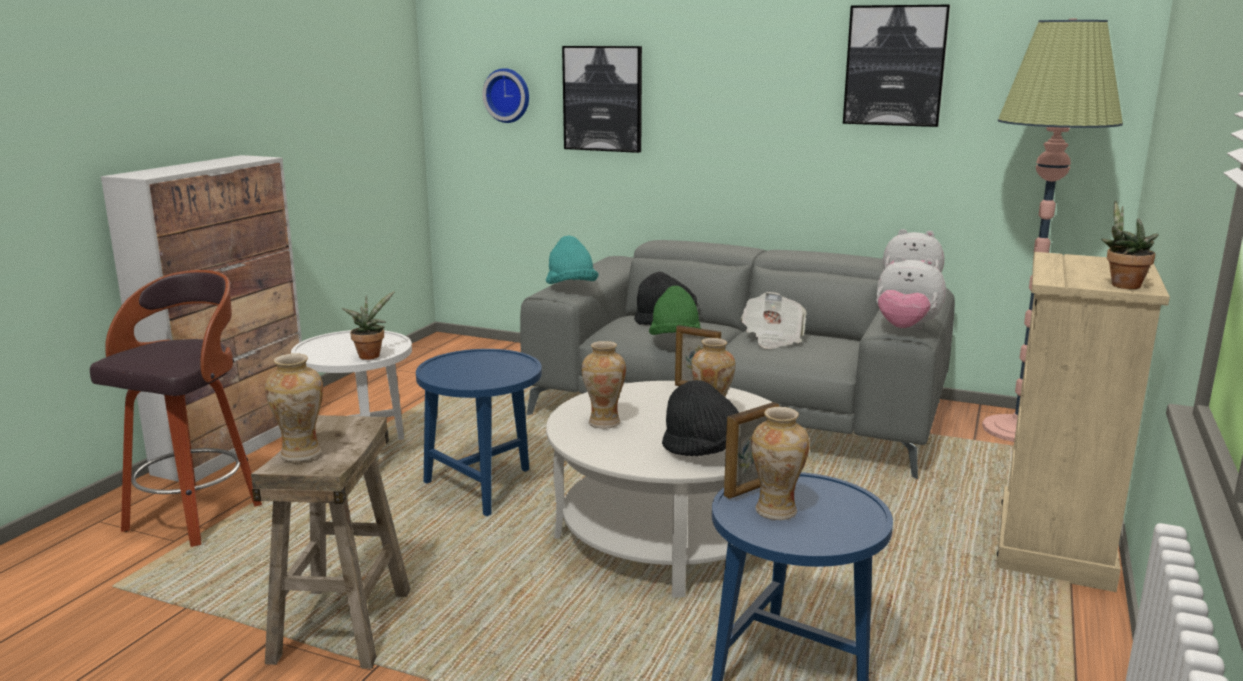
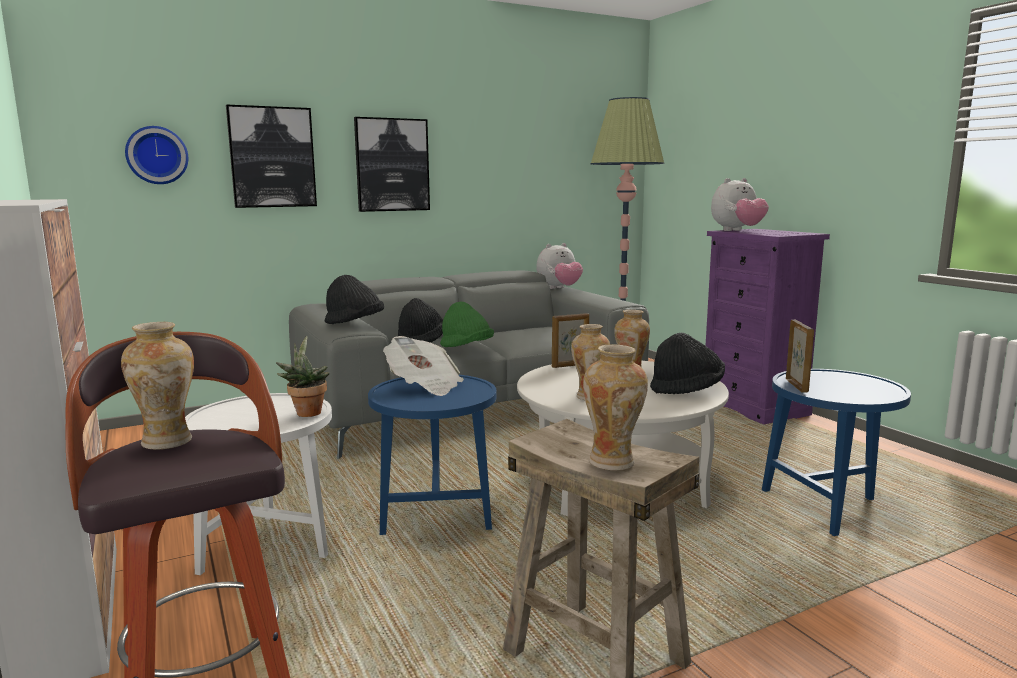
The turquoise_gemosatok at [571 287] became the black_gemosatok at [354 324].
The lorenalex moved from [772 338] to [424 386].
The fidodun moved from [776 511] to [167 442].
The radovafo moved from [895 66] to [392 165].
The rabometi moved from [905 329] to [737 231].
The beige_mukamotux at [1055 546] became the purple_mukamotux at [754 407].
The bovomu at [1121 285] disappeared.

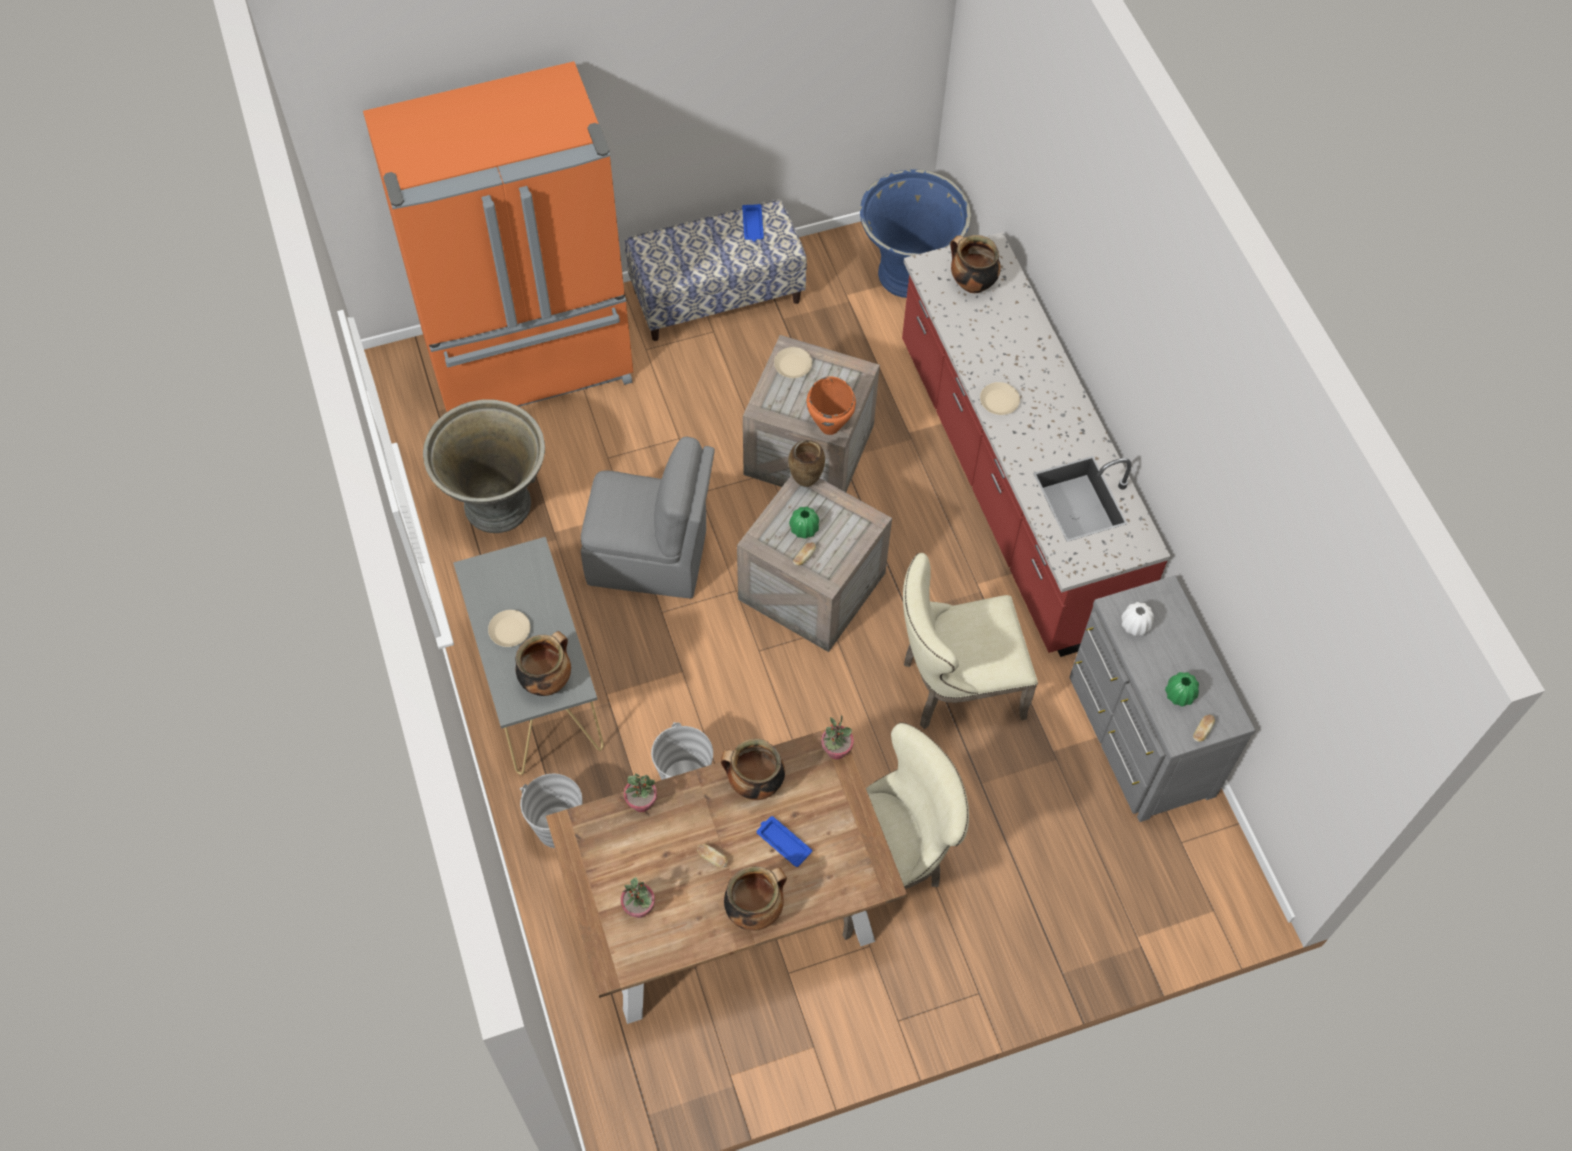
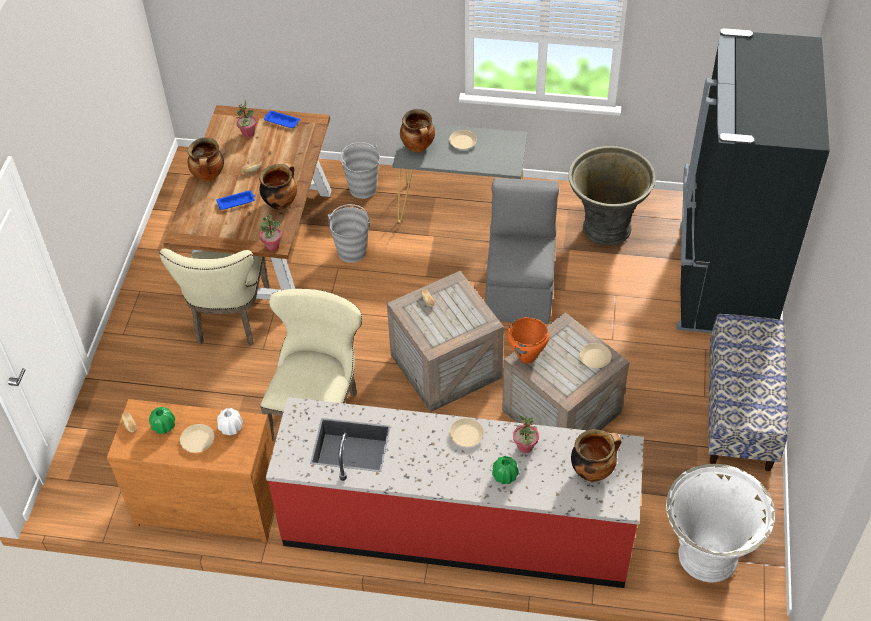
The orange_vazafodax at [531 363] became the black_vazafodax at [722 281].
The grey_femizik at [650 558] turned 150 degrees clockwise.
The bovomu moved from [642 803] to [525 446].
The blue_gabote moved from [753 225] to [281 121].
The brown_fidodun at [805 481] disappeared.
The green_fidodun moved from [804 529] to [505 476].
The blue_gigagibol at [908 275] became the white_gigagibol at [706 555].
The grey_mukamotux at [1138 737] became the brown_mukamotux at [209 502].
The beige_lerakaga at [197 440] appeared.

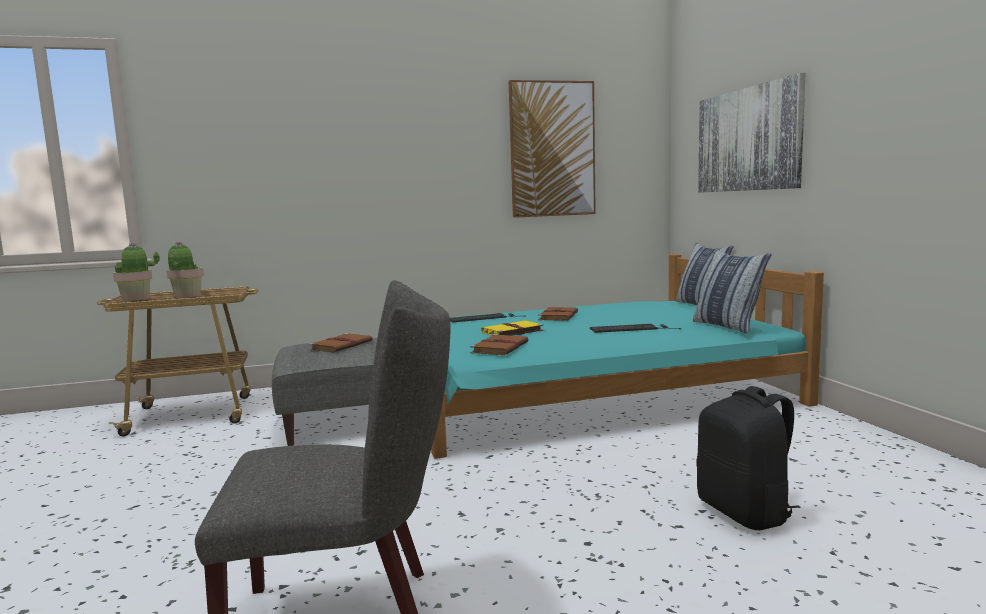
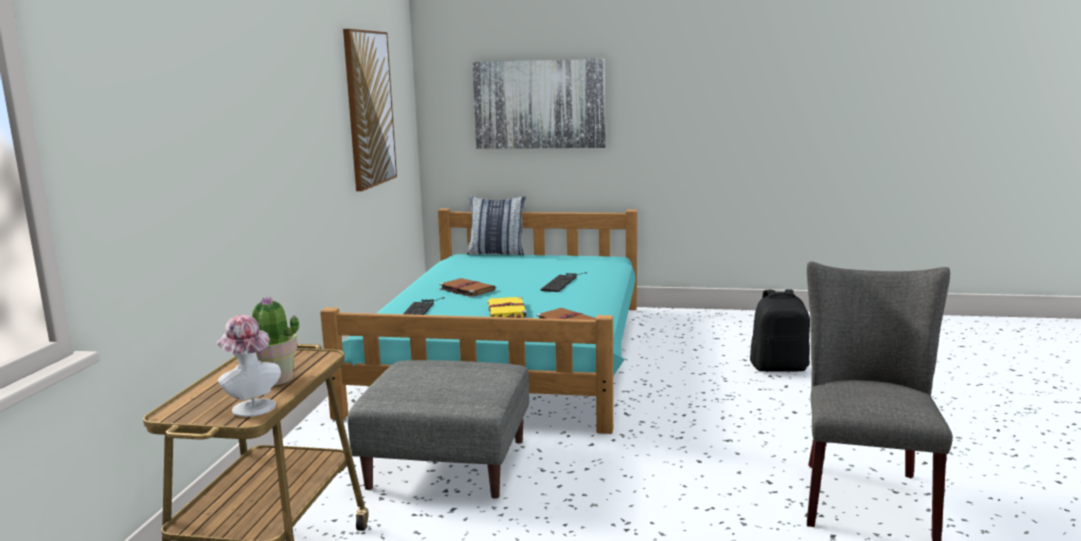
The bovomu at [136 299] was replaced by the gemosatok at [251 406].
The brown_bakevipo at [342 345] disappeared.
The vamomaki at [728 326] disappeared.

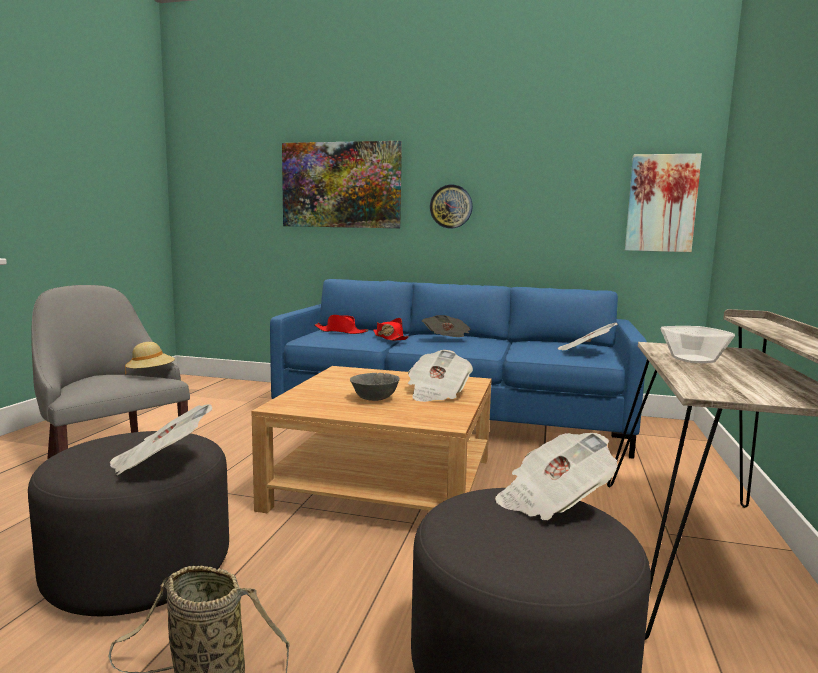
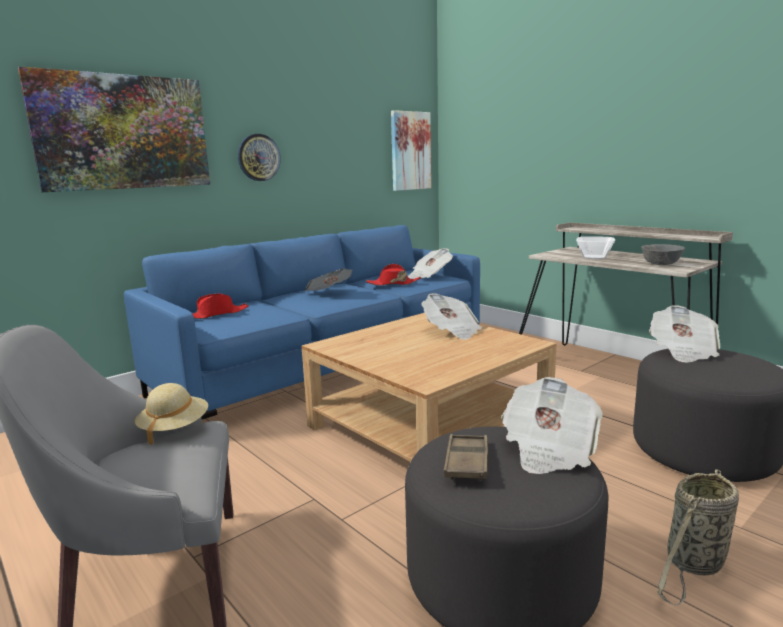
The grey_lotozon moved from [374 399] to [661 264].
The red_gemosatok moved from [389 338] to [393 284].
The brown_gabote at [467 462] appeared.

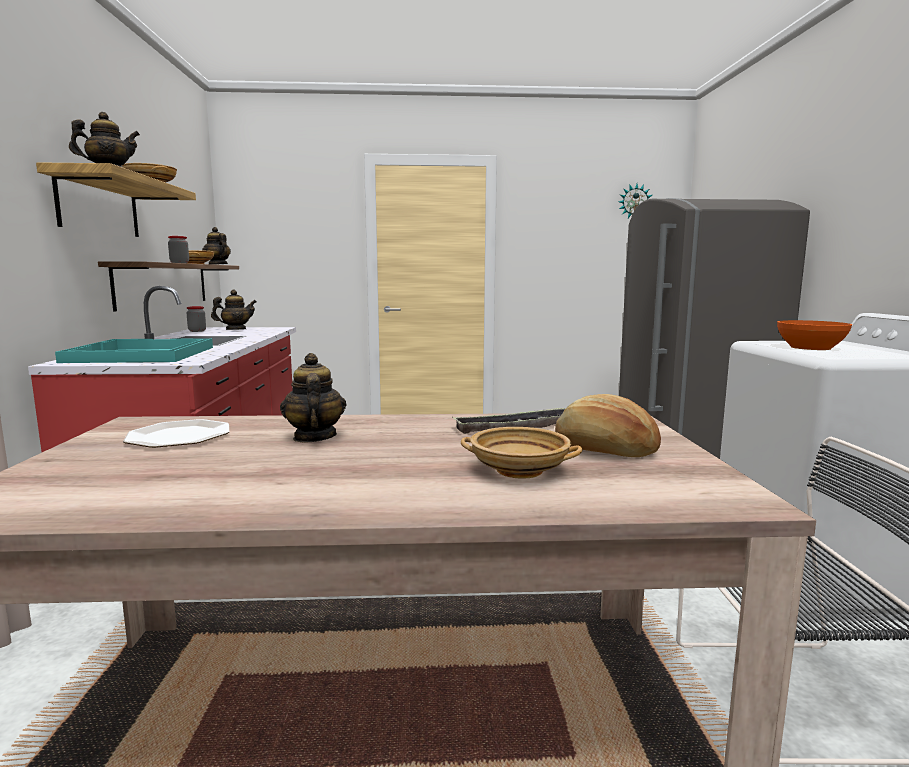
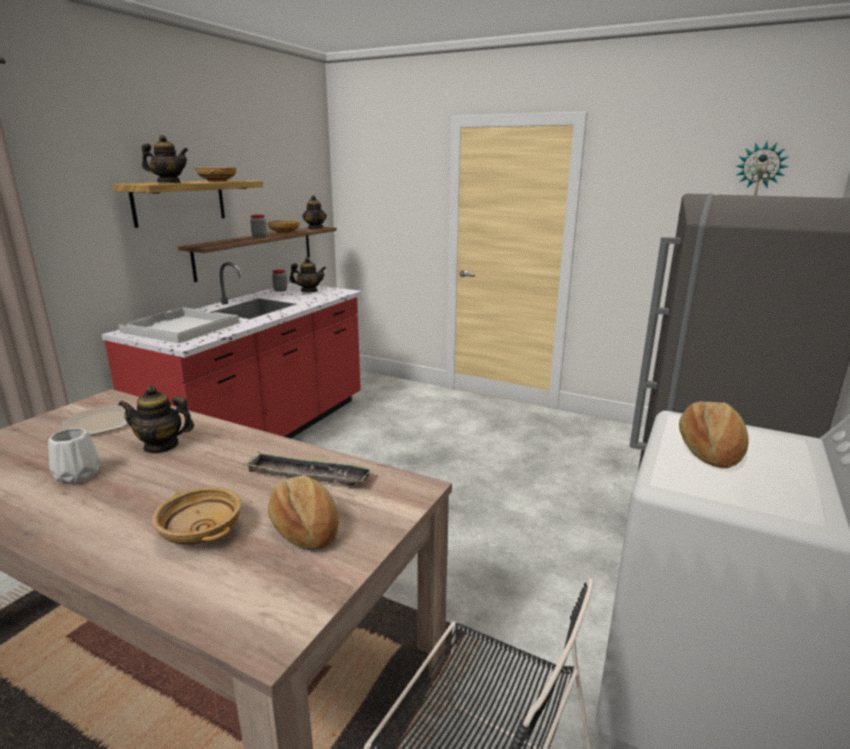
The turquoise_gabote at [140 354] became the white_gabote at [180 327].
The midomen at [314 437] turned 105 degrees counterclockwise.
The orange_lotozon at [811 348] was replaced by the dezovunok at [710 450].
The white_fidodun at [79 475] appeared.

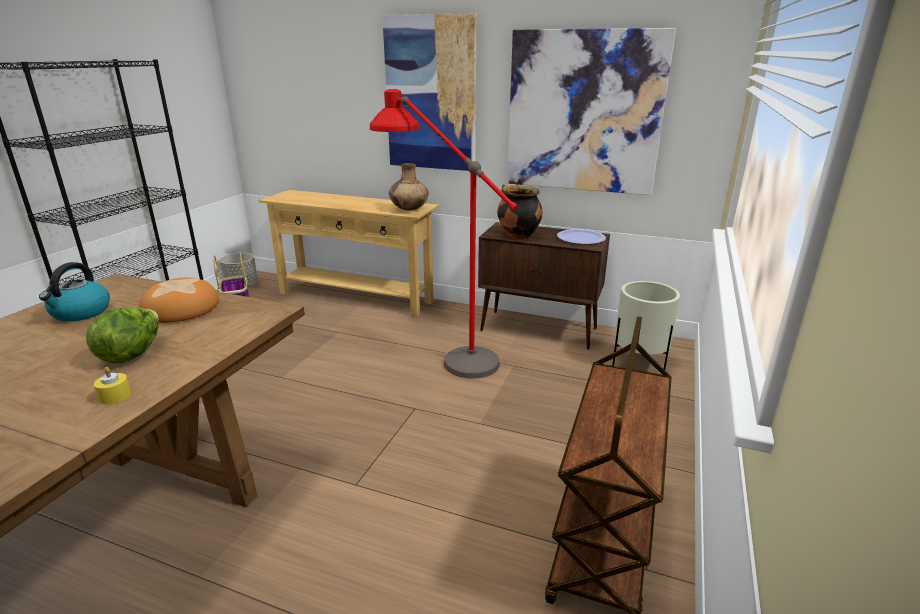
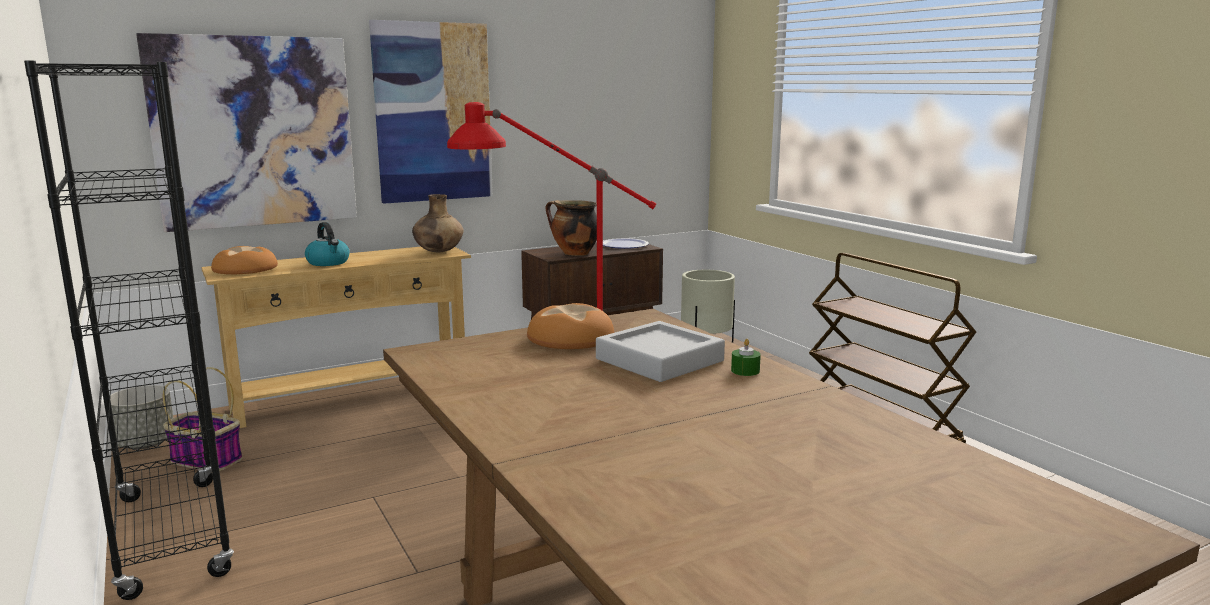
The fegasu moved from [81 313] to [328 262].
The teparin at [132 353] was replaced by the grey_gabote at [659 360].
The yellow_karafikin at [115 396] became the green_karafikin at [745 371].
The radovafo moved from [584 113] to [254 132].
The dezovunok at [245 268] appeared.

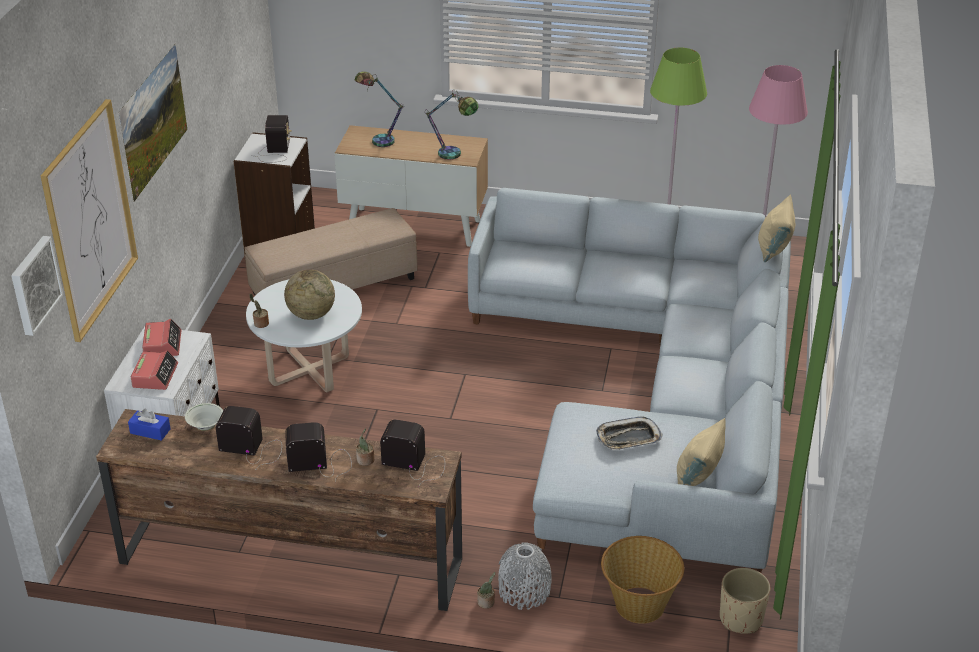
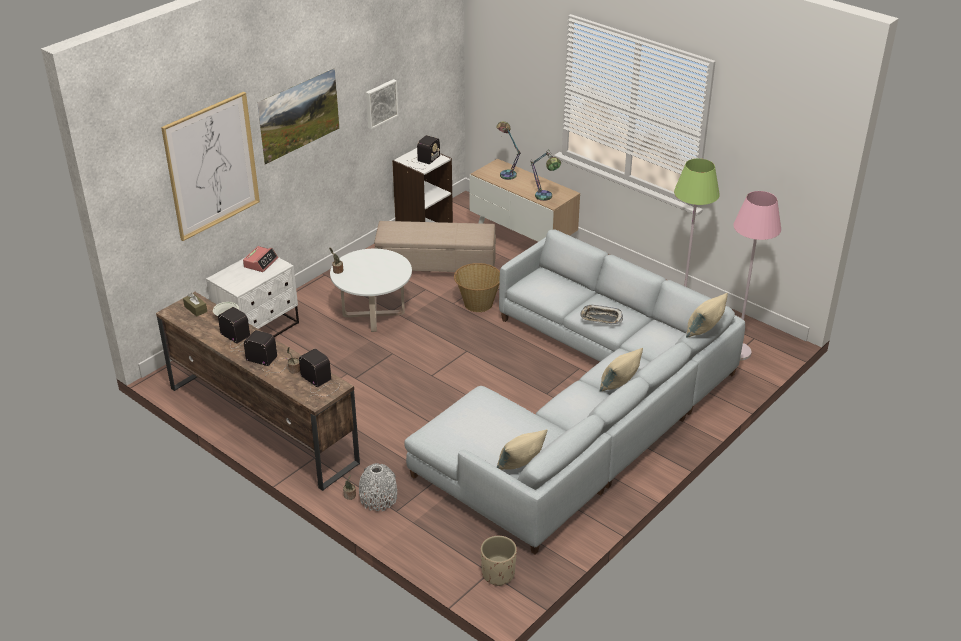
The radovafo moved from [34 285] to [380 103].
The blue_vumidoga at [150 431] became the brown_vumidoga at [195 309].
The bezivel at [155 375] disappeared.
The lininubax at [311 314] disappeared.
The gabote moved from [628 438] to [601 318].
The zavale moved from [639 605] to [477 304].
The beige_vamomaki at [619 384] appeared.

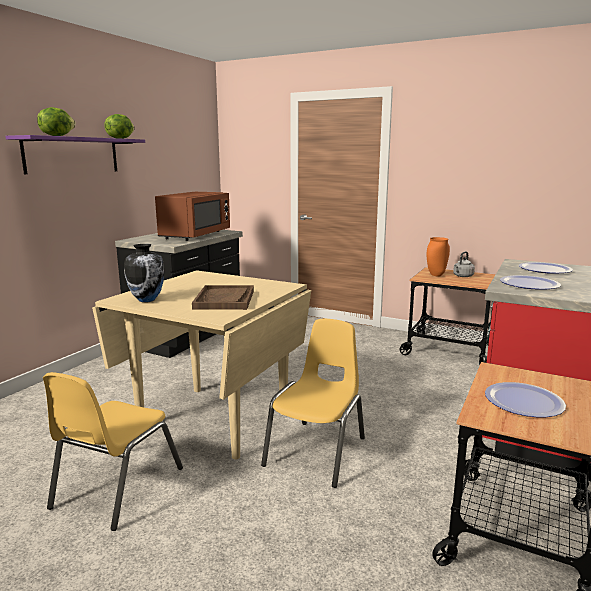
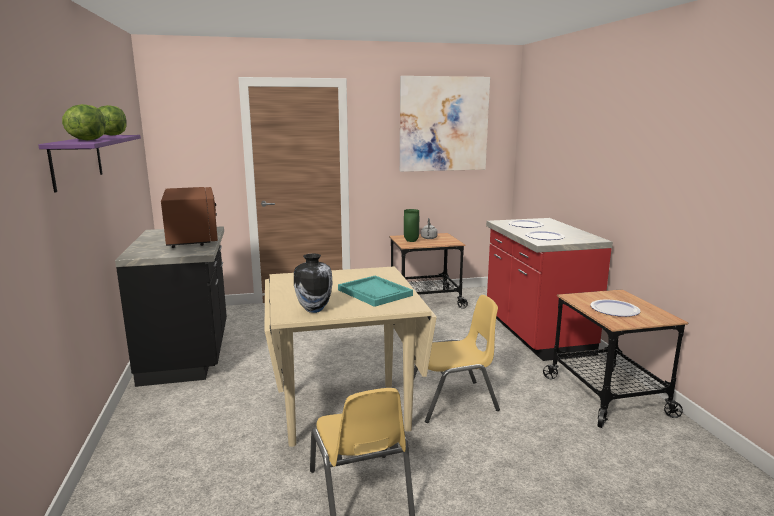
The brown_gabote at [225 299] became the turquoise_gabote at [375 292].
The yellow_femizik at [317 451] turned 90 degrees clockwise.
The orange_fidodun at [436 275] became the green_fidodun at [411 241].
The radovafo at [443 124] appeared.

